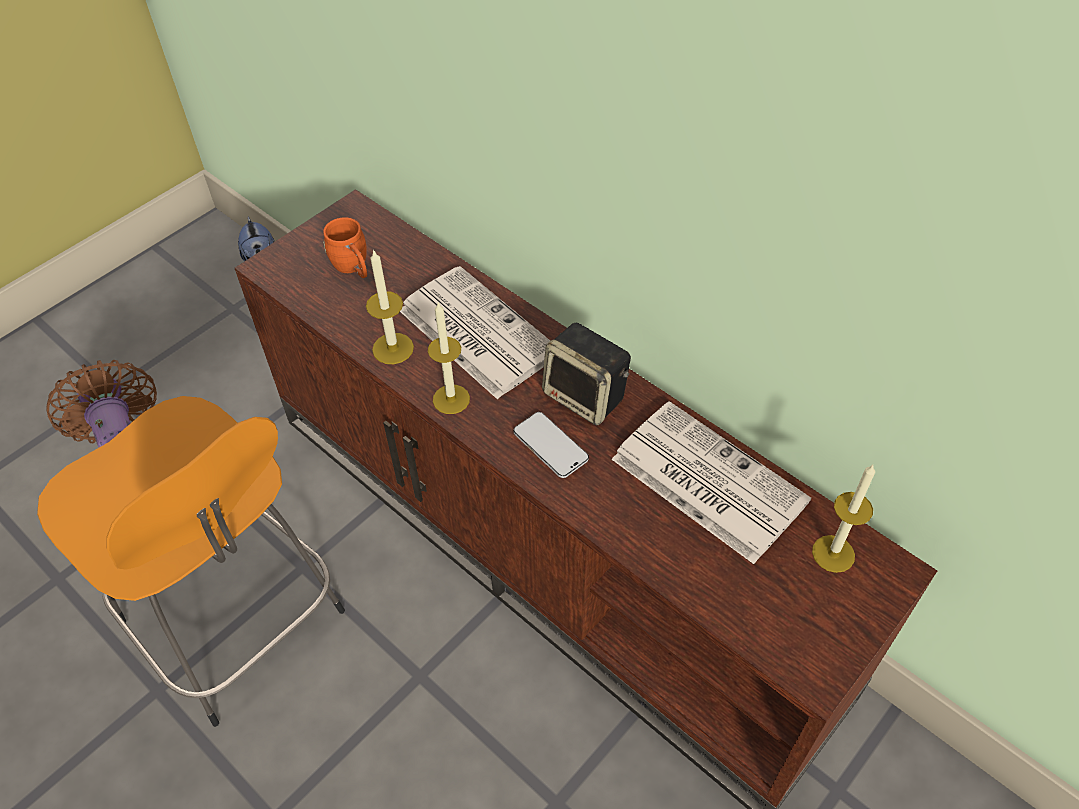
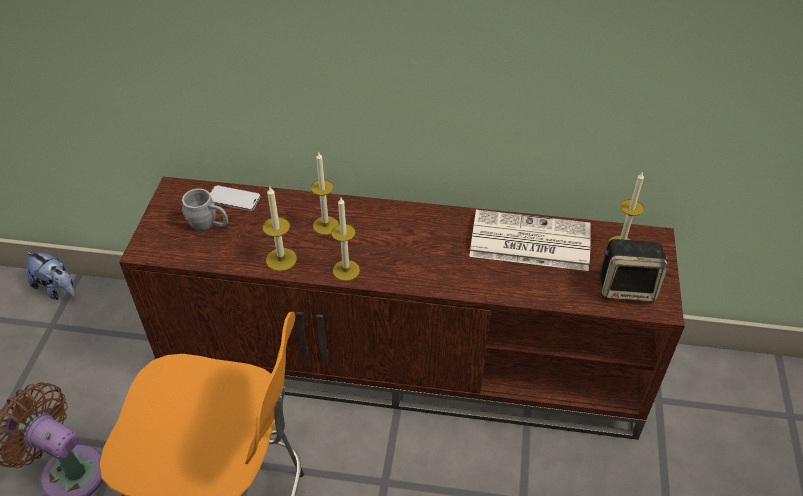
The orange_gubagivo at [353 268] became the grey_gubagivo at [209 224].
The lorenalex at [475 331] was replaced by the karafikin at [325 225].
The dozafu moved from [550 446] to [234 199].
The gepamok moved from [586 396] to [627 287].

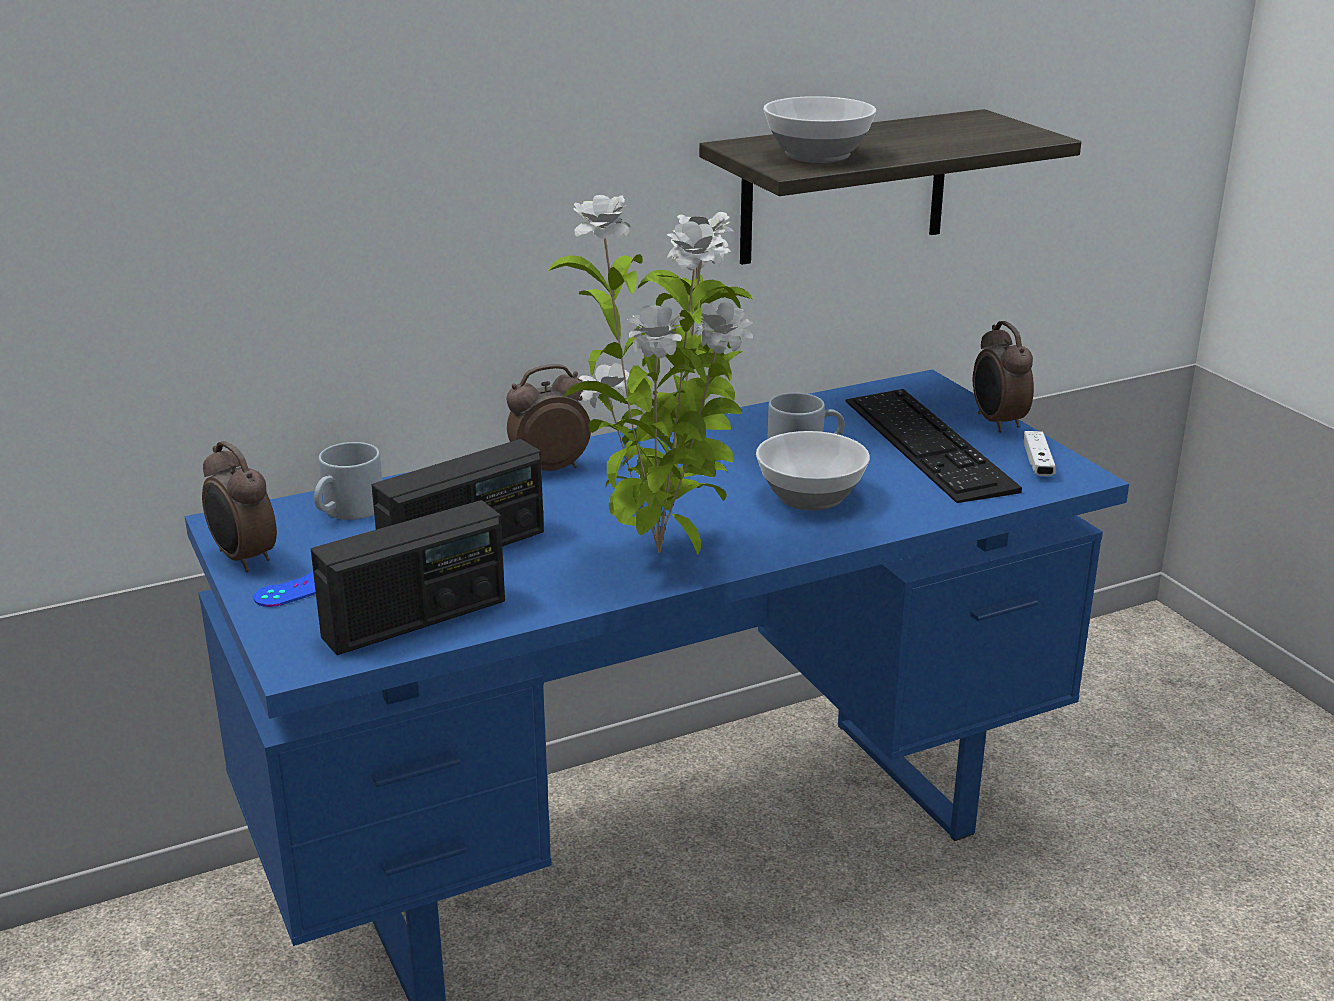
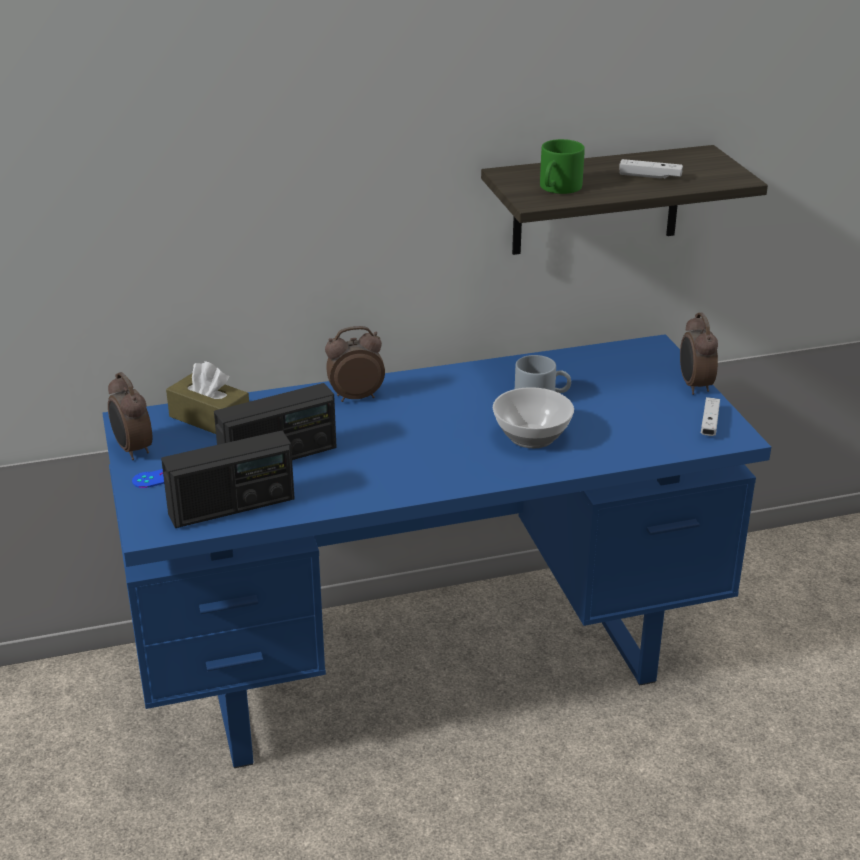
The grey_gubagivo at [348 511] was replaced by the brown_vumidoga at [210 418].
The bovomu at [663 554] disappeared.
The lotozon at [815 156] was replaced by the green_gubagivo at [558 188].
The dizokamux at [927 444] disappeared.
The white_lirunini at [650 176] appeared.

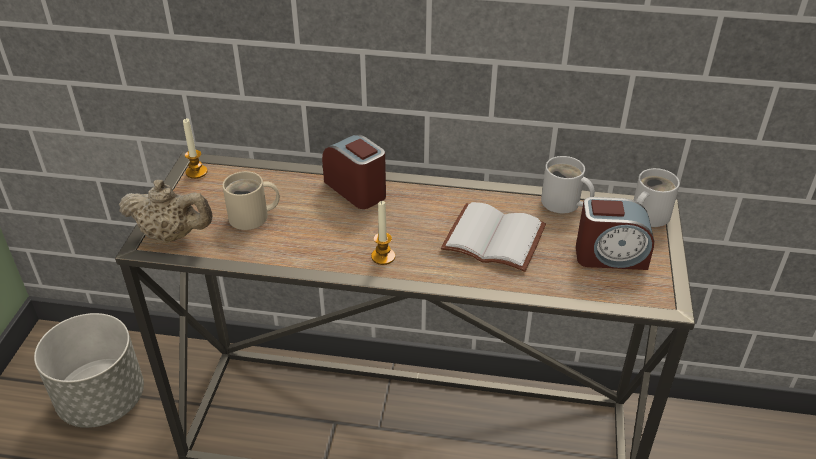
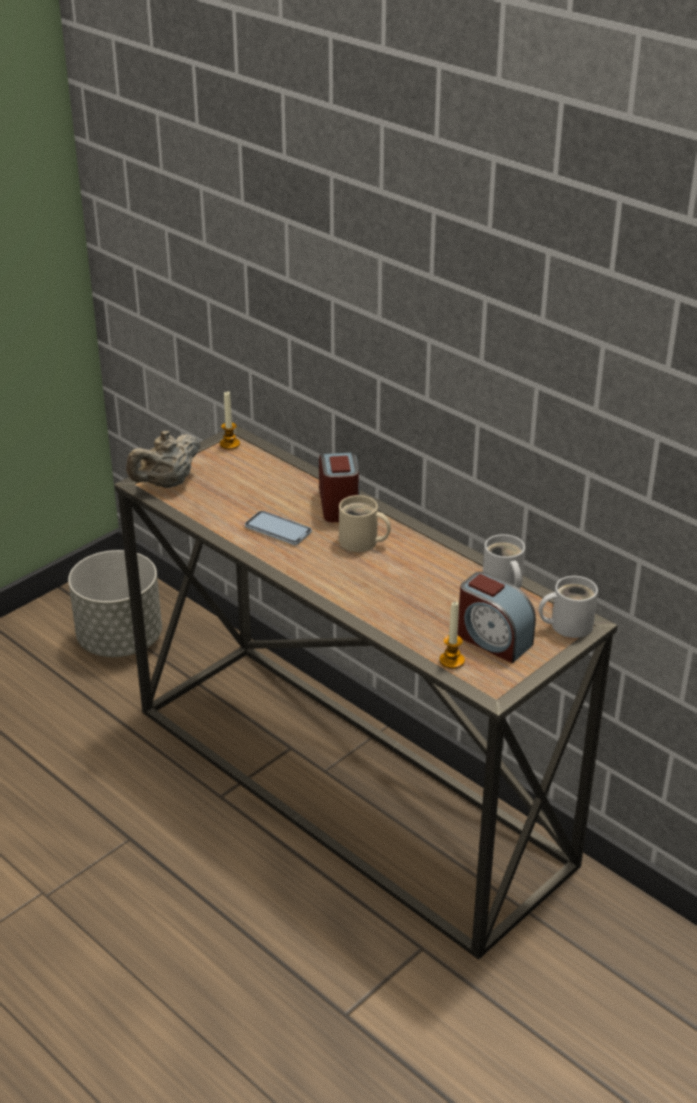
The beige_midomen at [172 235] turned 90 degrees clockwise.
The beige_gubagivo moved from [252 217] to [361 543].
The karafikin moved from [383 256] to [452 660].
The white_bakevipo at [496 238] disappeared.
The dozafu at [278 529] appeared.

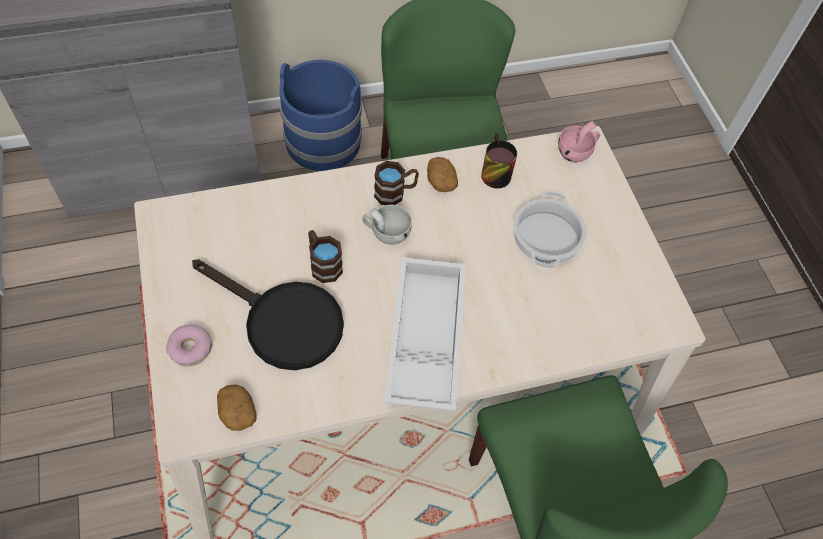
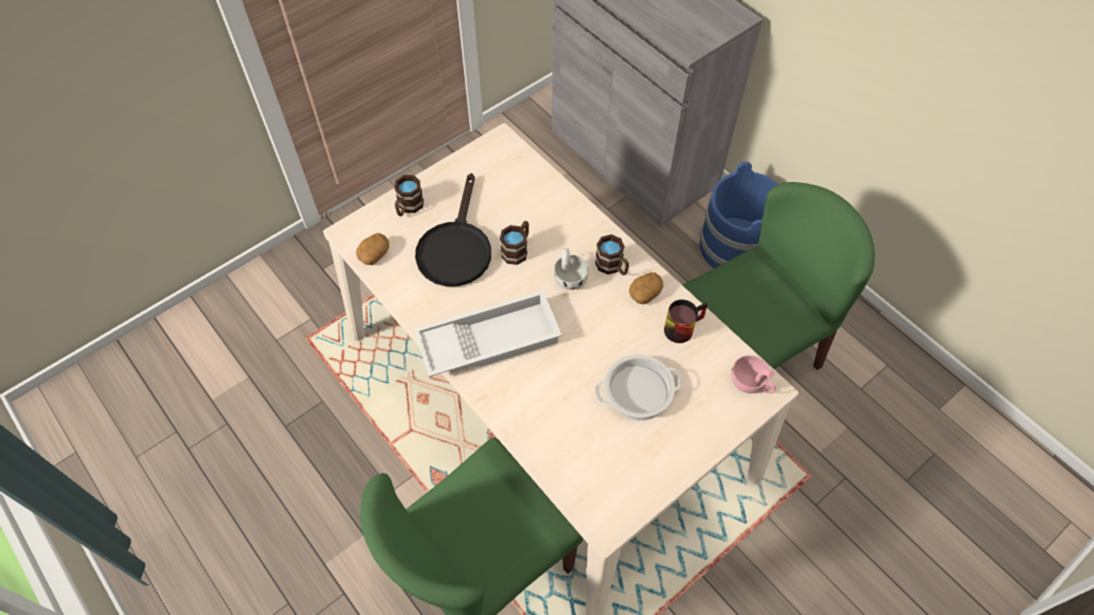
The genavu at [190 348] was replaced by the brown_gubagivo at [408 207].

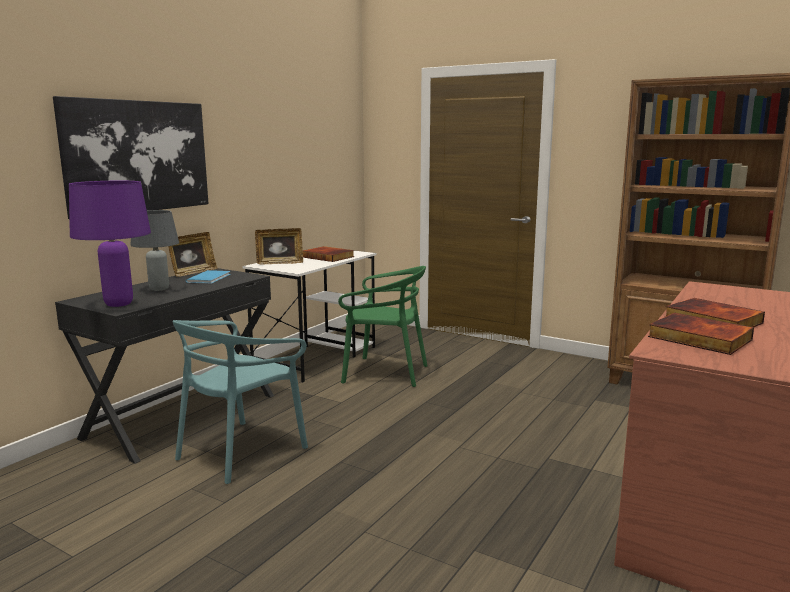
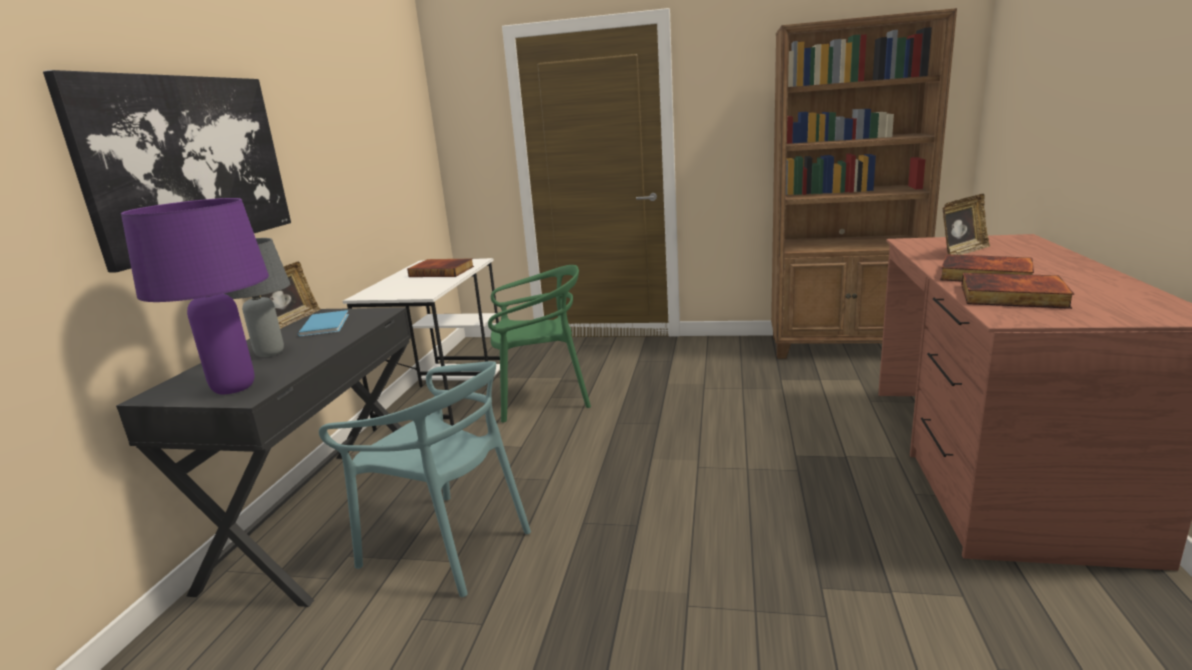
The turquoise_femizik at [241 451] turned 75 degrees counterclockwise.
The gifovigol moved from [280 263] to [962 252].

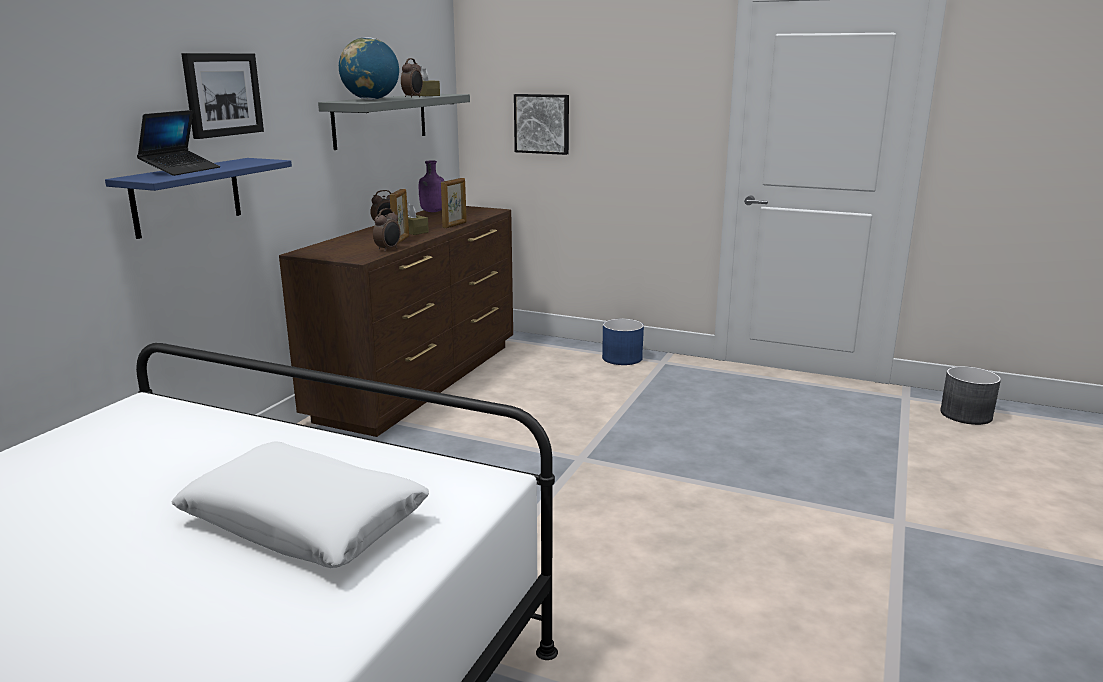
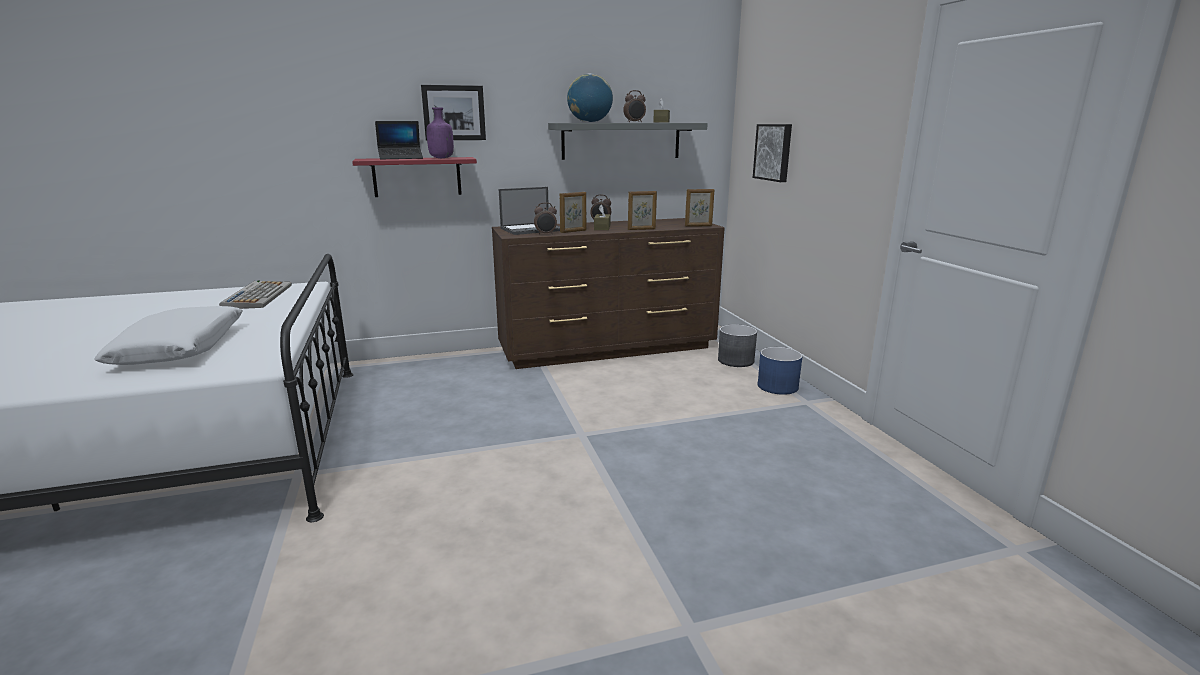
The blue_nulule at [187 197] became the red_nulule at [417 177].
The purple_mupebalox moved from [432 211] to [441 158].
The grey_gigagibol moved from [966 415] to [736 361].
The dizokamux at [258 296] appeared.
The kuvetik at [532 229] appeared.
The gifovigol at [698 226] appeared.

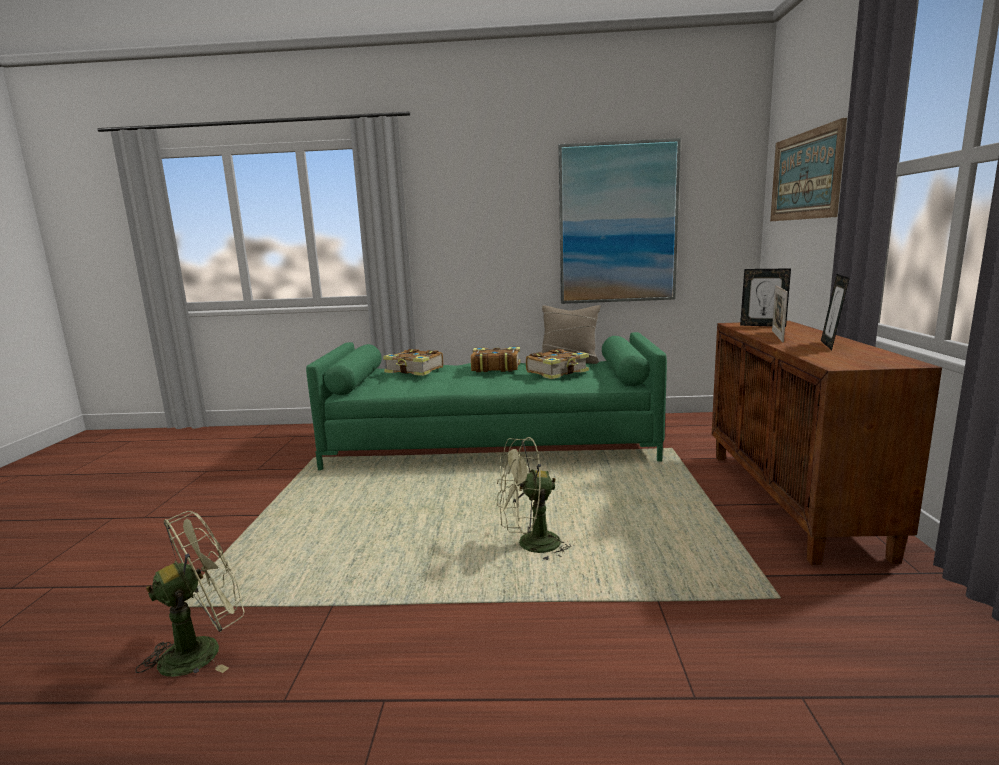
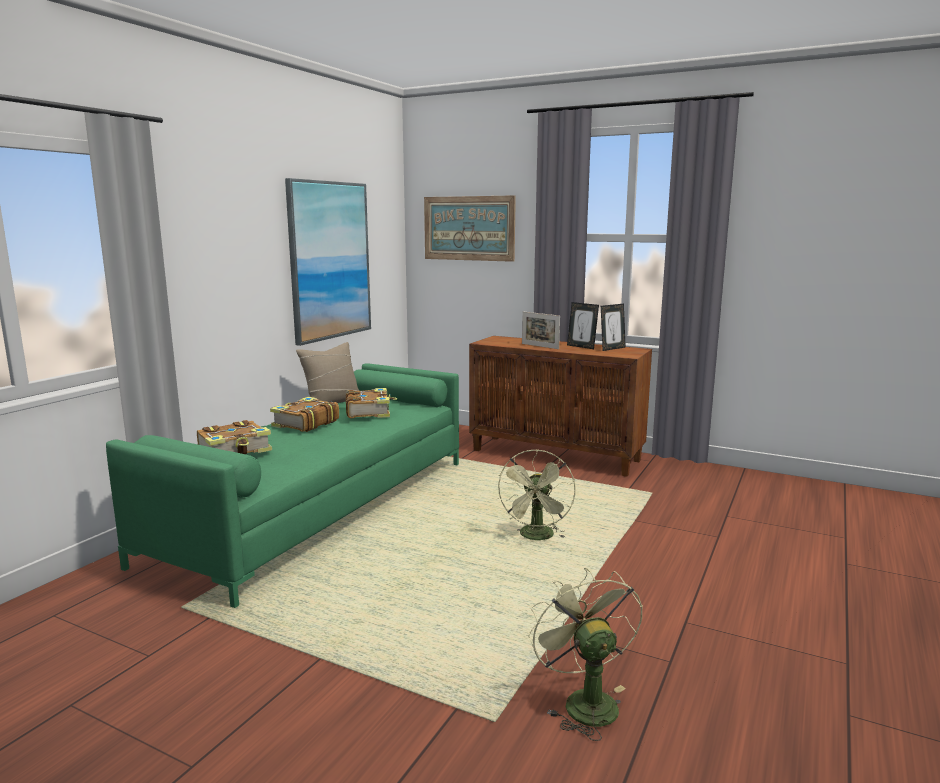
The gifovigol moved from [762 325] to [612 348].

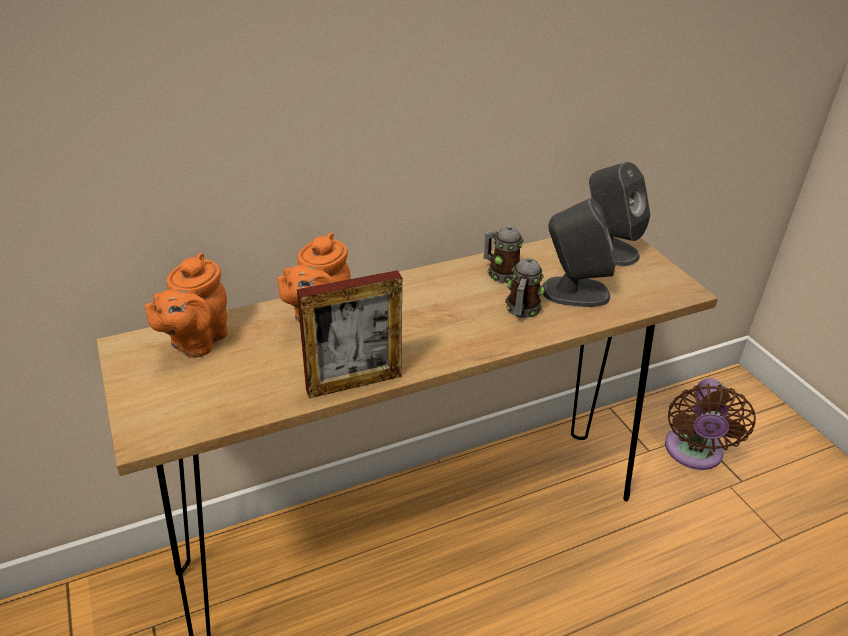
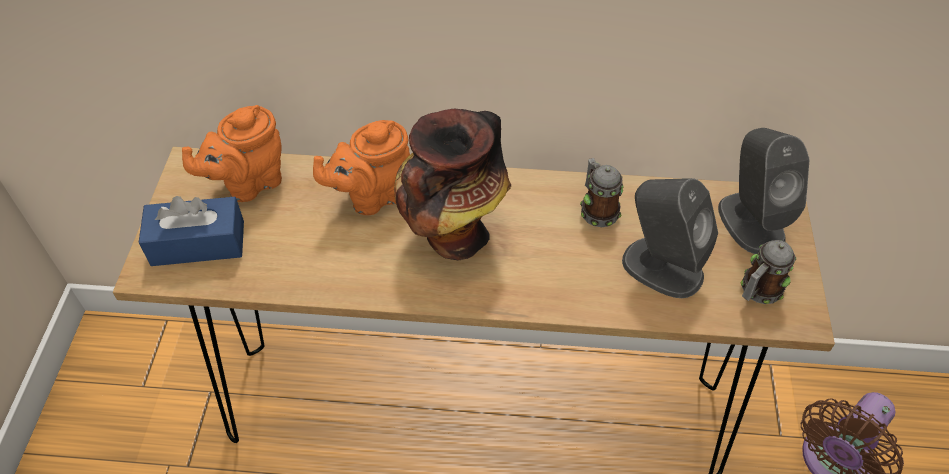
The gifovigol at [354 383] disappeared.
The gubagivo moved from [521 311] to [758 291].
The blue_vumidoga at [198 243] appeared.
The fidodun at [454 236] appeared.

